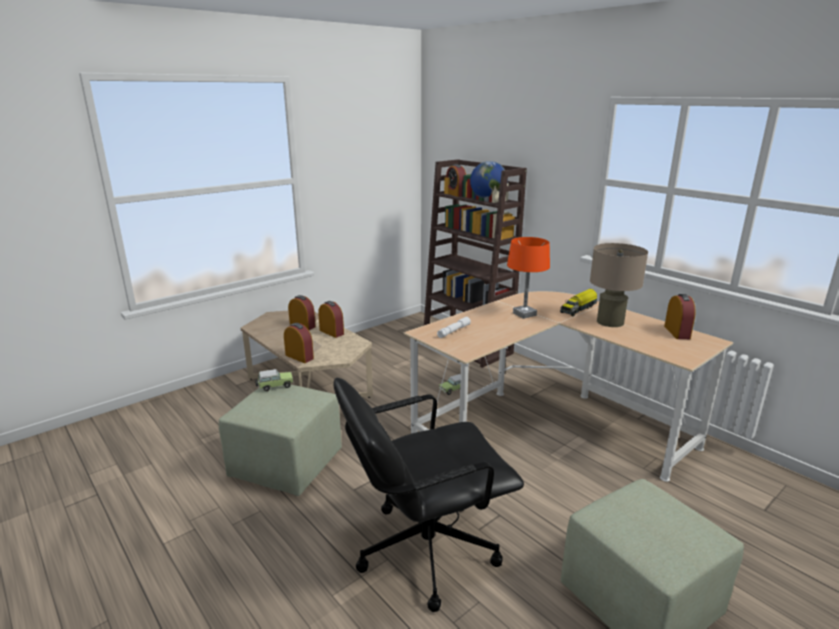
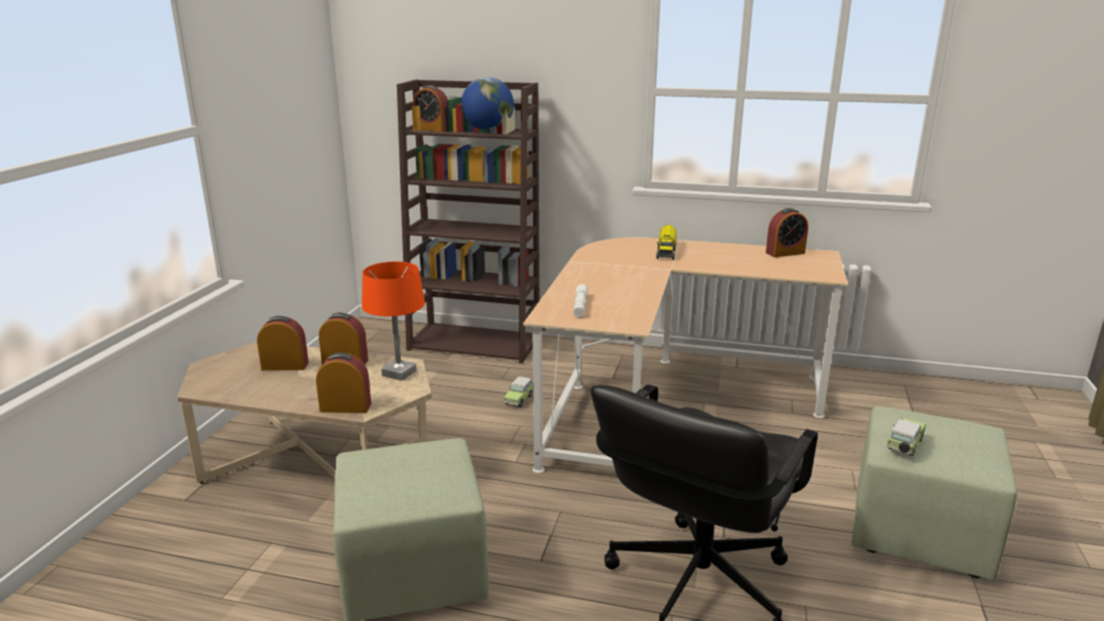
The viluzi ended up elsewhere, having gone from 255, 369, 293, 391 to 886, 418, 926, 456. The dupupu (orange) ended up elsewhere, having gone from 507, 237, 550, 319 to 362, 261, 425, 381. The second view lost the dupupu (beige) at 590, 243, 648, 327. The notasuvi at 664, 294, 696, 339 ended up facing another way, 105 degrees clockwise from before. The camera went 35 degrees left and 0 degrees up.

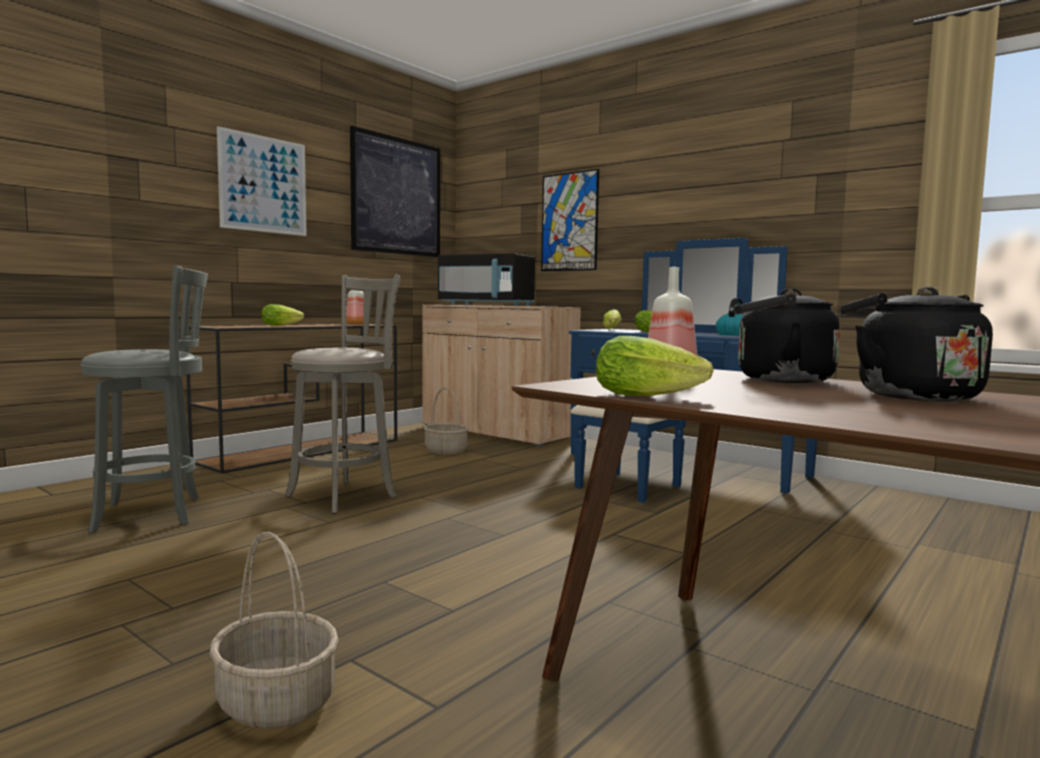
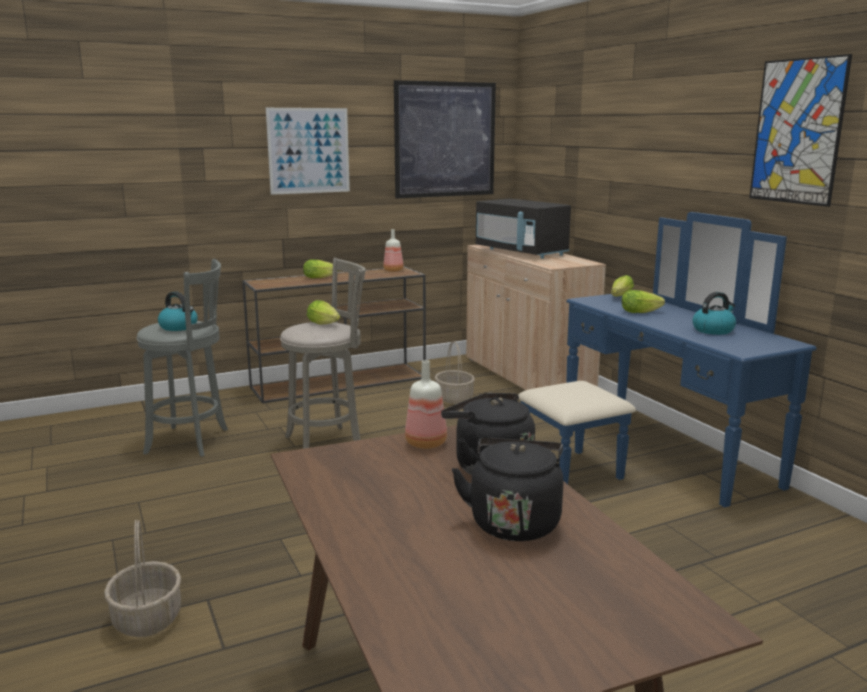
The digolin ended up elsewhere, having gone from 541, 169, 599, 271 to 749, 54, 852, 207. The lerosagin ended up elsewhere, having gone from 596, 336, 714, 396 to 307, 300, 340, 324. The second view gained the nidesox at 158, 291, 198, 331. The camera went 25 degrees right and 10 degrees up.

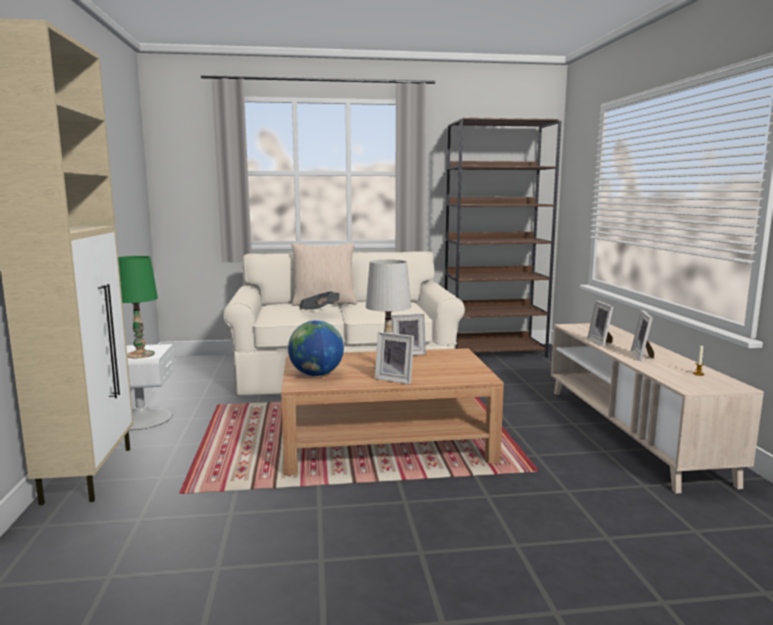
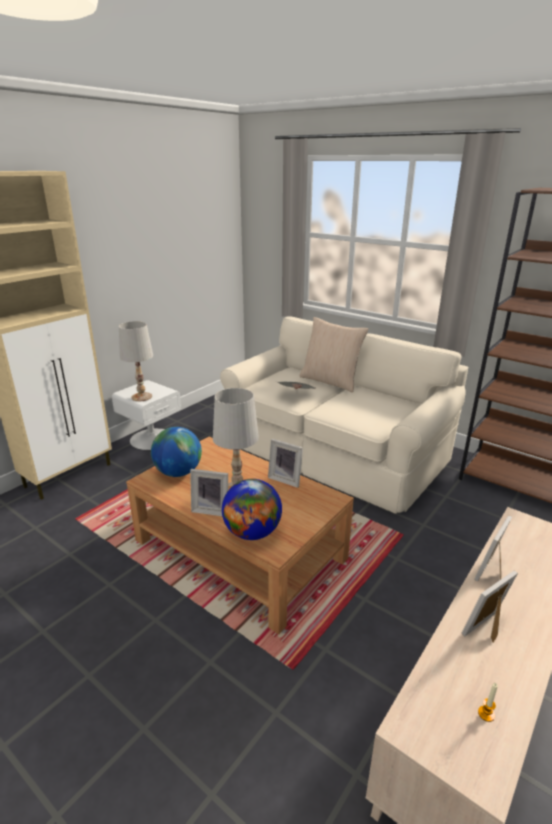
What was the dupupu (green) at 118, 256, 158, 358 turned into the dupupu (white) at 119, 321, 153, 401. The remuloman at 375, 332, 414, 384 ended up facing another way, 60 degrees counterclockwise from before. The second view gained the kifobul at 222, 479, 282, 540. The camera went 45 degrees right and 15 degrees up.

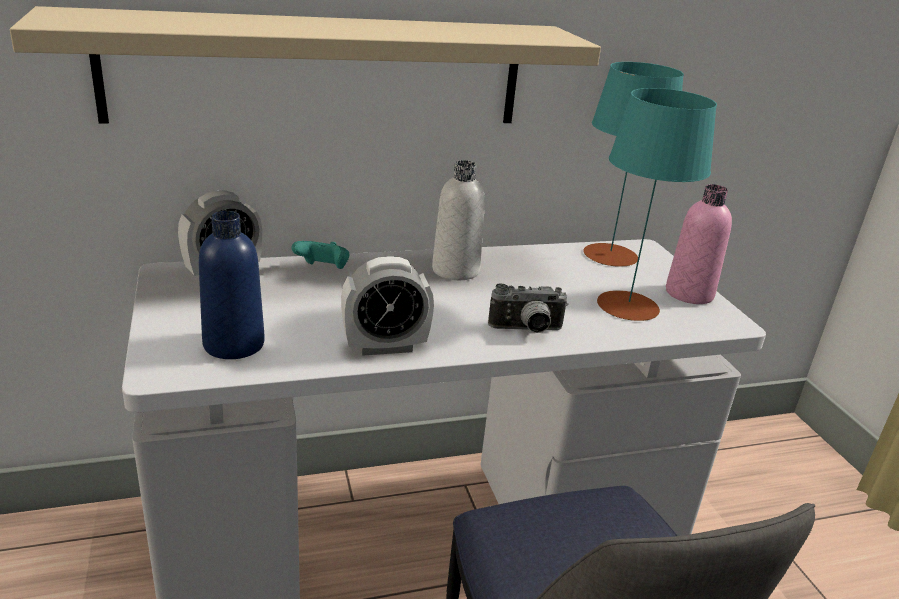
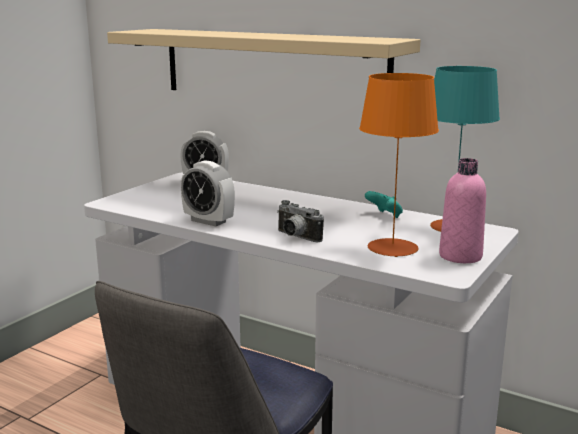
The second view lost the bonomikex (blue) at 199, 211, 265, 359. The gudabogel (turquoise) ended up elsewhere, having gone from 292, 241, 350, 269 to 365, 191, 403, 218. The second view lost the bonomikex (white) at 432, 160, 485, 280. What was the dupupu (turquoise) at 597, 88, 717, 321 turned into the dupupu (orange) at 359, 73, 439, 257. The camera went 50 degrees right and 10 degrees down.

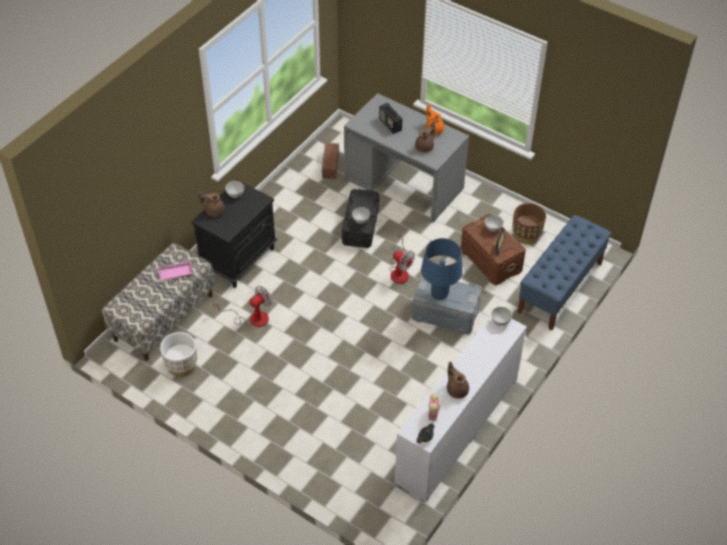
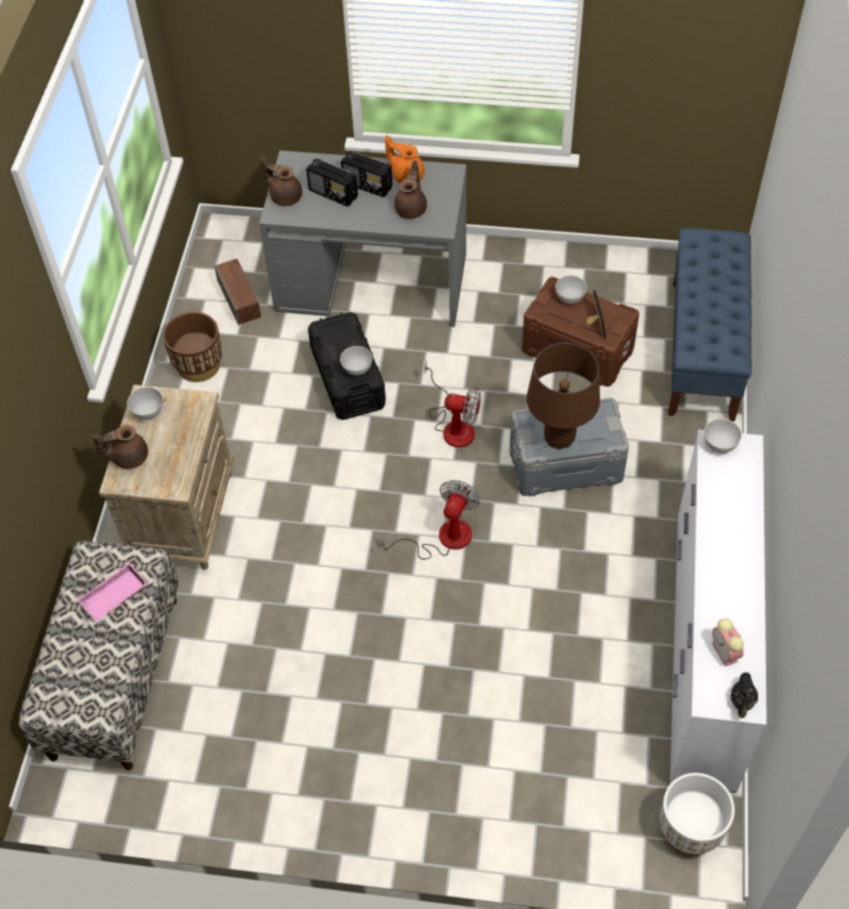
The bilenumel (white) ended up elsewhere, having gone from 160, 332, 197, 377 to 660, 773, 735, 856. What was the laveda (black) at 191, 179, 278, 288 turned into the laveda (beige) at 99, 385, 235, 570. The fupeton ended up elsewhere, having gone from 213, 286, 272, 327 to 376, 480, 480, 559. What was the dupupu (blue) at 421, 238, 463, 300 turned into the dupupu (brown) at 527, 343, 600, 449. The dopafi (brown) ended up elsewhere, having gone from 447, 362, 469, 399 to 261, 156, 302, 206. The bilenumel (brown) ended up elsewhere, having gone from 512, 203, 546, 244 to 163, 312, 222, 382. The second view gained the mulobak at 341, 151, 393, 197. The camera went 25 degrees left and 5 degrees up.

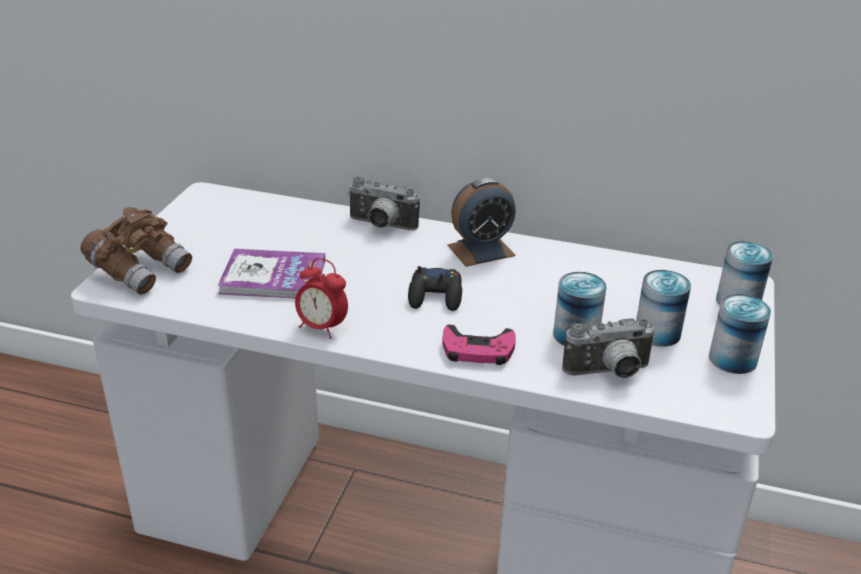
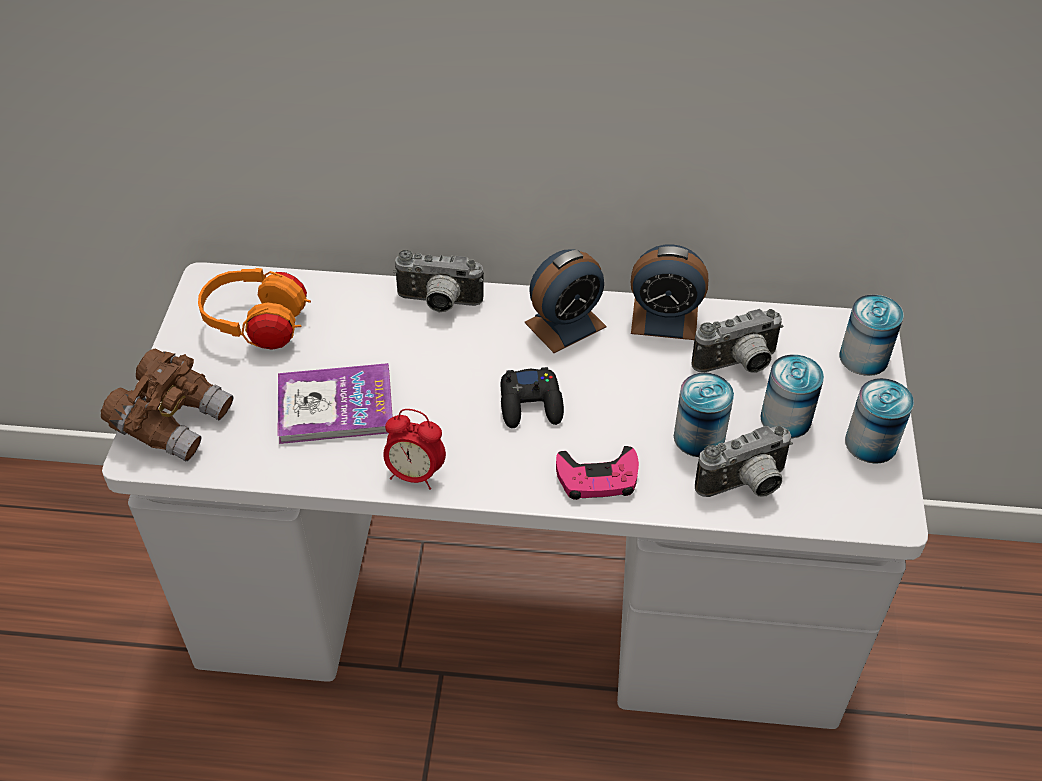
The second view gained the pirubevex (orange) at 198, 268, 311, 350. The second view gained the notasuvi at 631, 245, 708, 340. The second view gained the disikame at 692, 309, 784, 373. The camera went 10 degrees left and 15 degrees up.

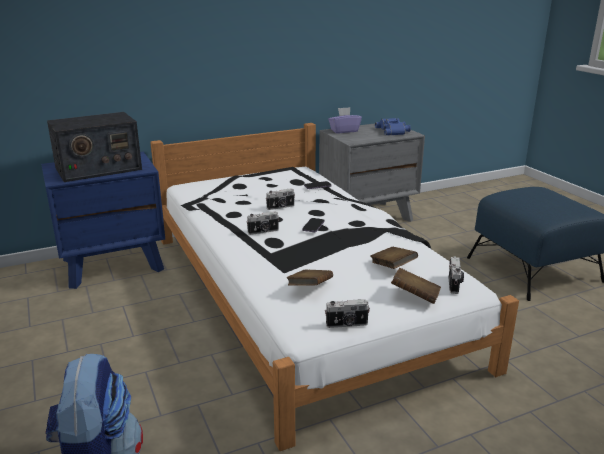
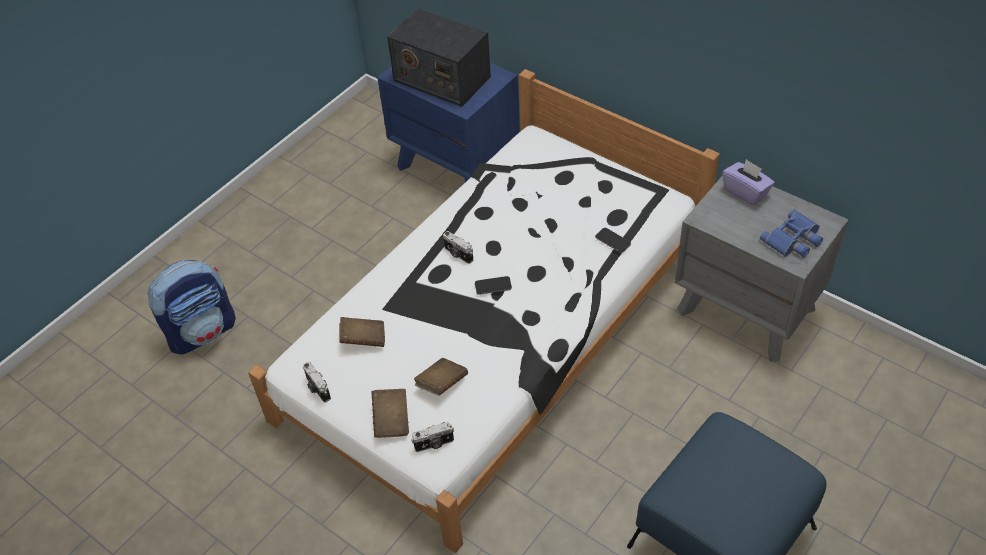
The second view lost the disikame at 266, 188, 295, 210. The camera went 65 degrees right and 25 degrees up.

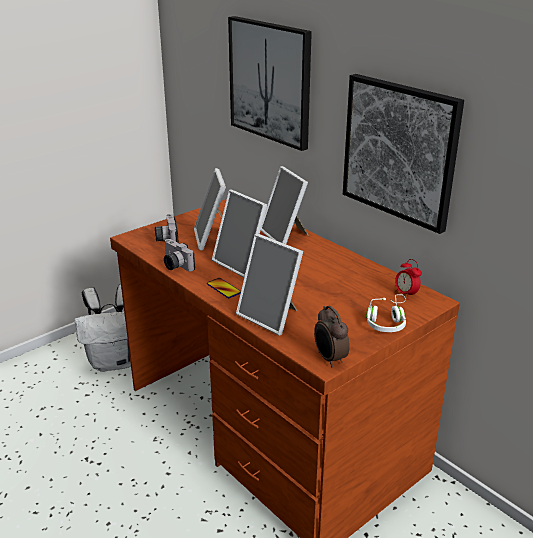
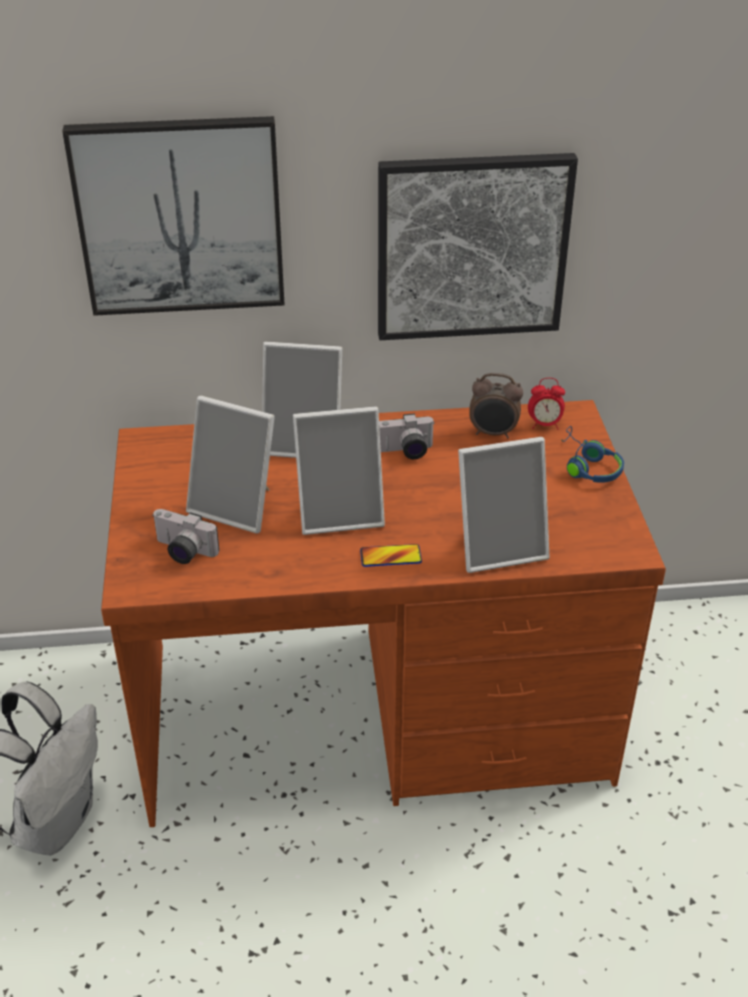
The disikame ended up elsewhere, having gone from 164, 239, 195, 271 to 379, 413, 435, 459. The notasuvi ended up elsewhere, having gone from 314, 305, 350, 367 to 469, 373, 523, 439. What was the pirubevex (white) at 366, 294, 406, 332 turned into the pirubevex (blue) at 561, 426, 624, 483. The camera went 55 degrees left and 10 degrees up.

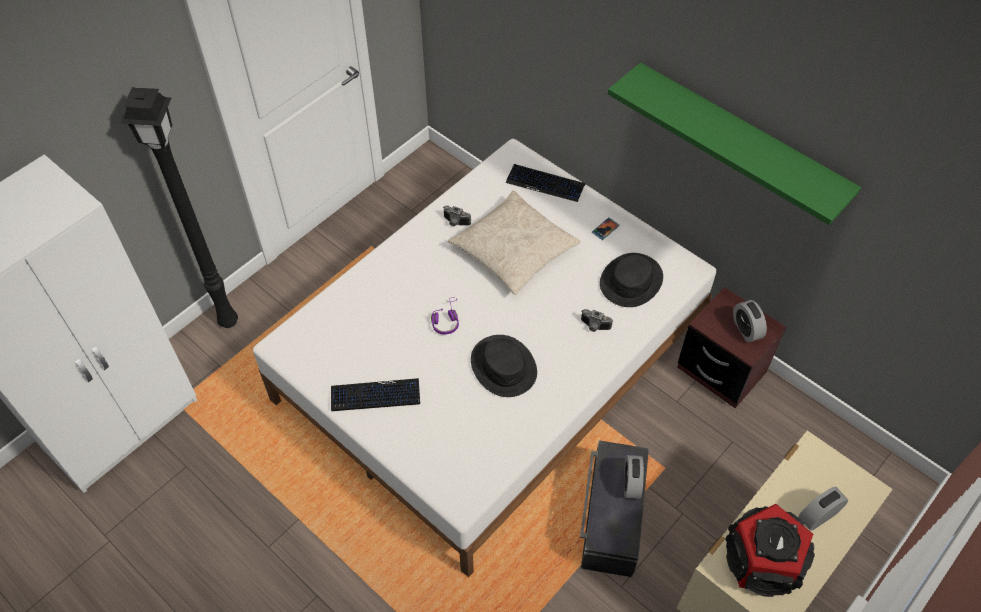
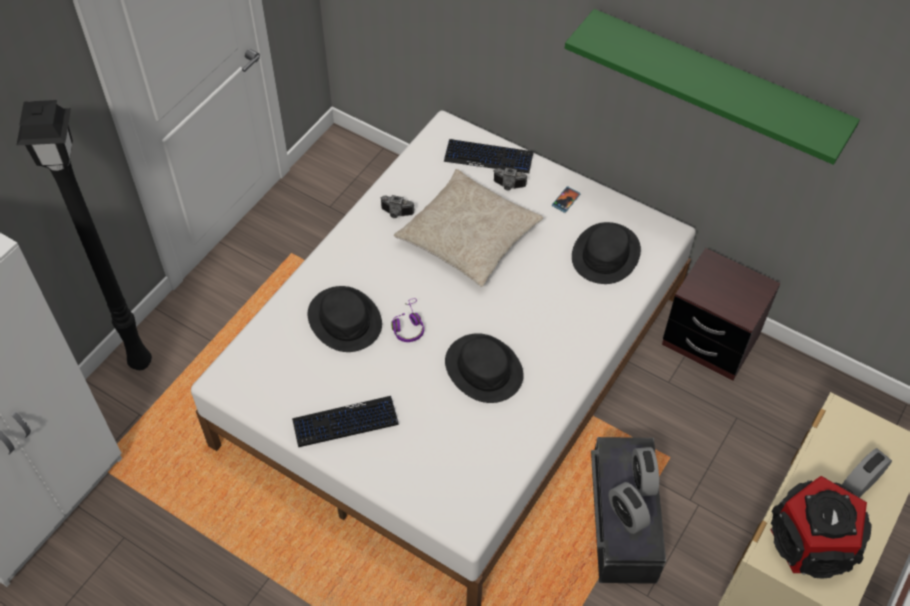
The disikame ended up elsewhere, having gone from 581, 309, 613, 332 to 494, 168, 527, 191. The notasuvi ended up elsewhere, having gone from 733, 300, 767, 342 to 609, 482, 651, 534. The second view gained the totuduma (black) at 308, 286, 382, 352. The camera went 10 degrees left and 0 degrees up.

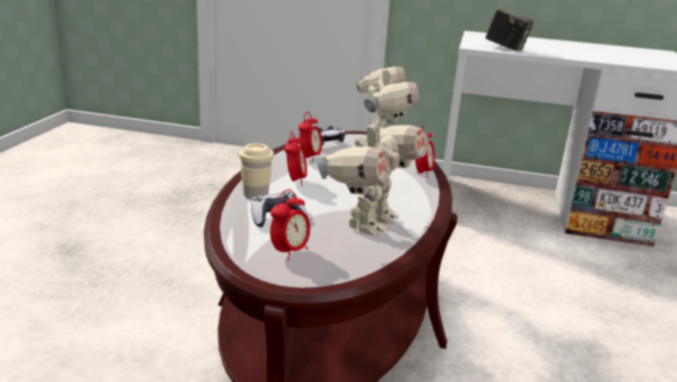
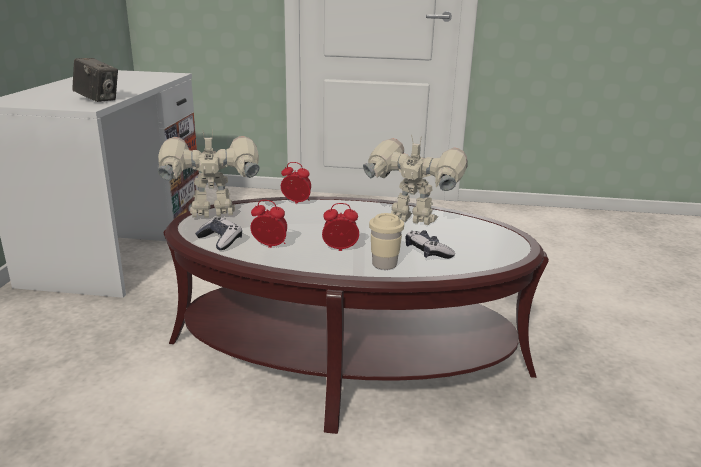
The second view lost the notasuvi at 270, 190, 310, 261. The disikame at 485, 9, 534, 51 ended up facing another way, 90 degrees clockwise from before. The camera went 95 degrees left and 0 degrees up.

